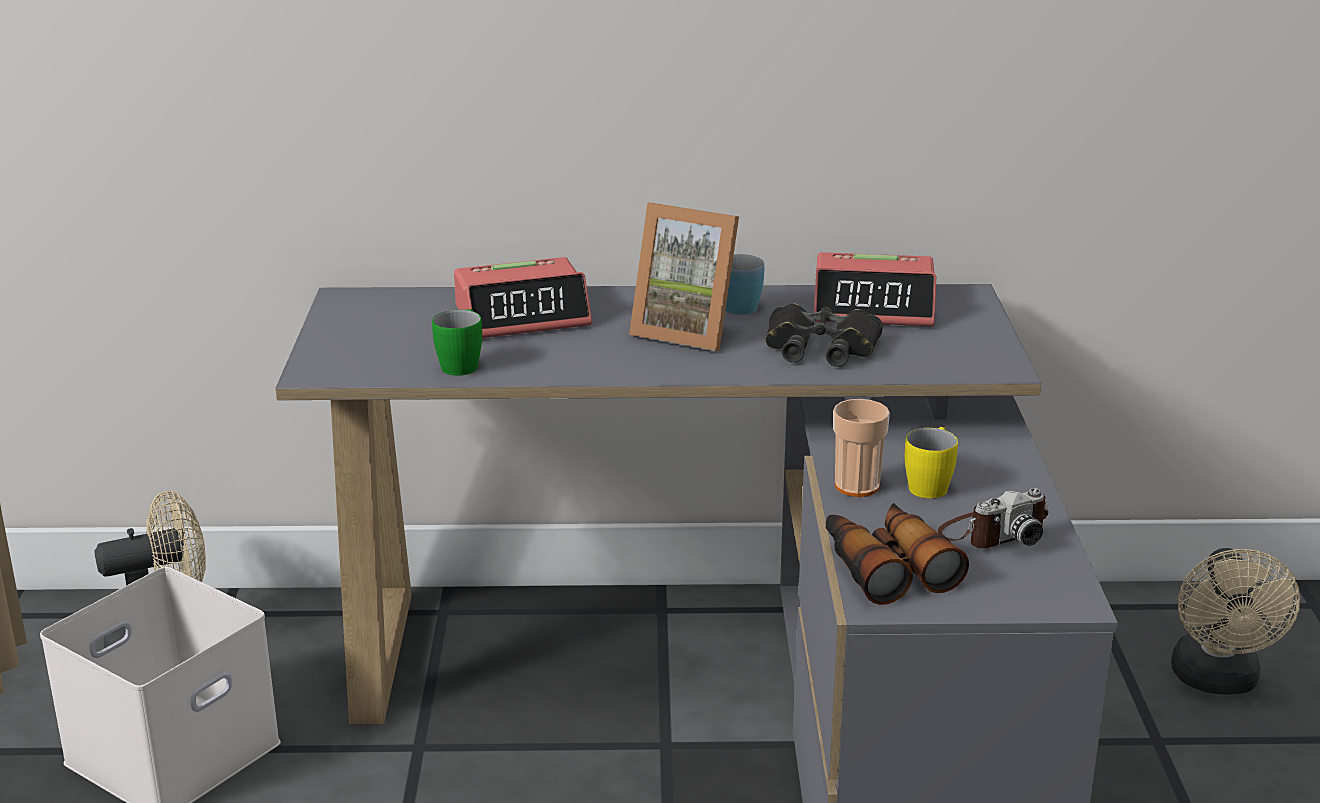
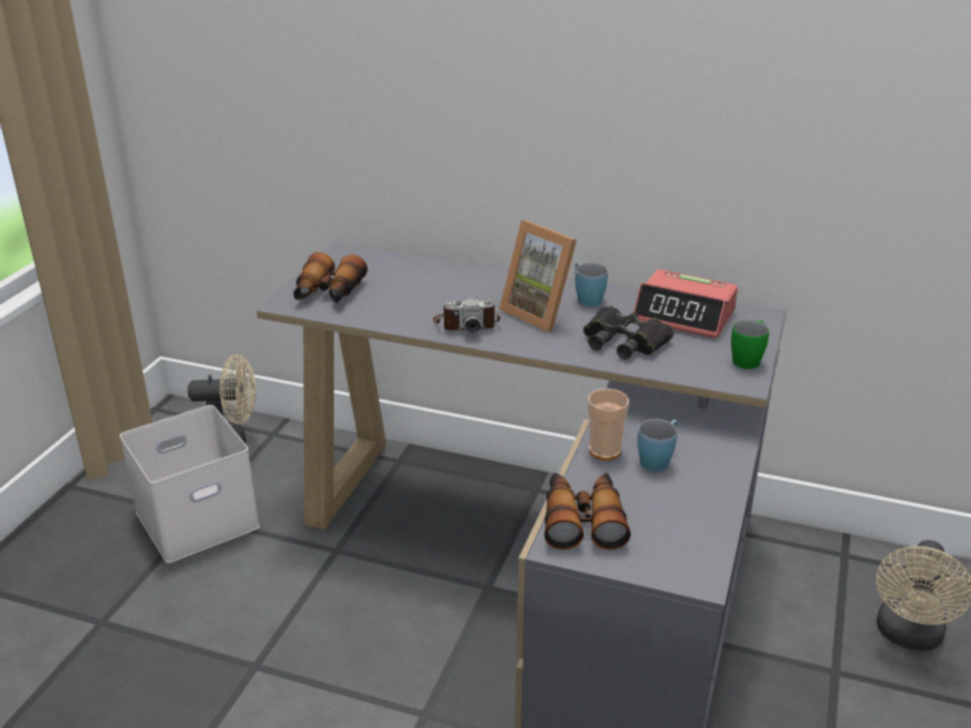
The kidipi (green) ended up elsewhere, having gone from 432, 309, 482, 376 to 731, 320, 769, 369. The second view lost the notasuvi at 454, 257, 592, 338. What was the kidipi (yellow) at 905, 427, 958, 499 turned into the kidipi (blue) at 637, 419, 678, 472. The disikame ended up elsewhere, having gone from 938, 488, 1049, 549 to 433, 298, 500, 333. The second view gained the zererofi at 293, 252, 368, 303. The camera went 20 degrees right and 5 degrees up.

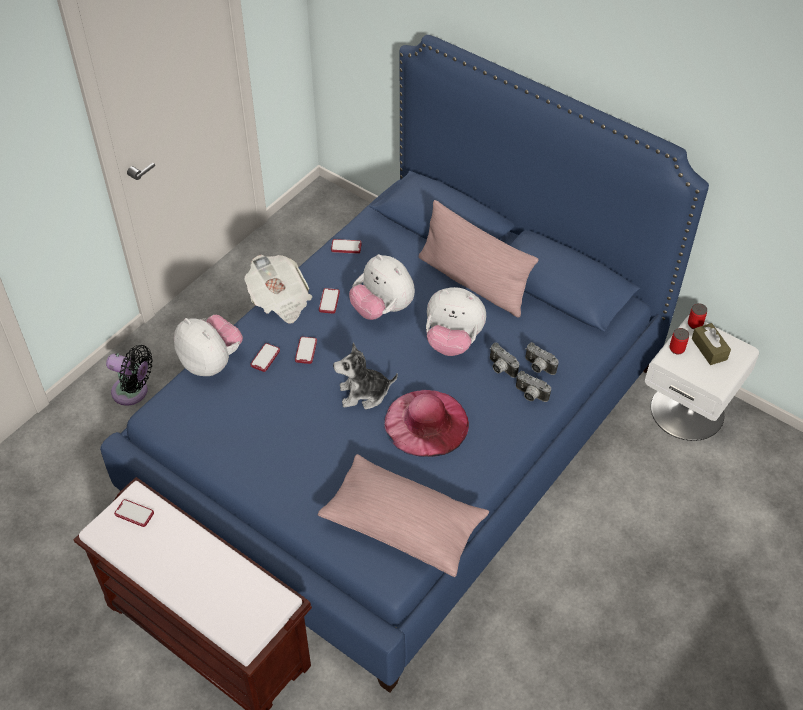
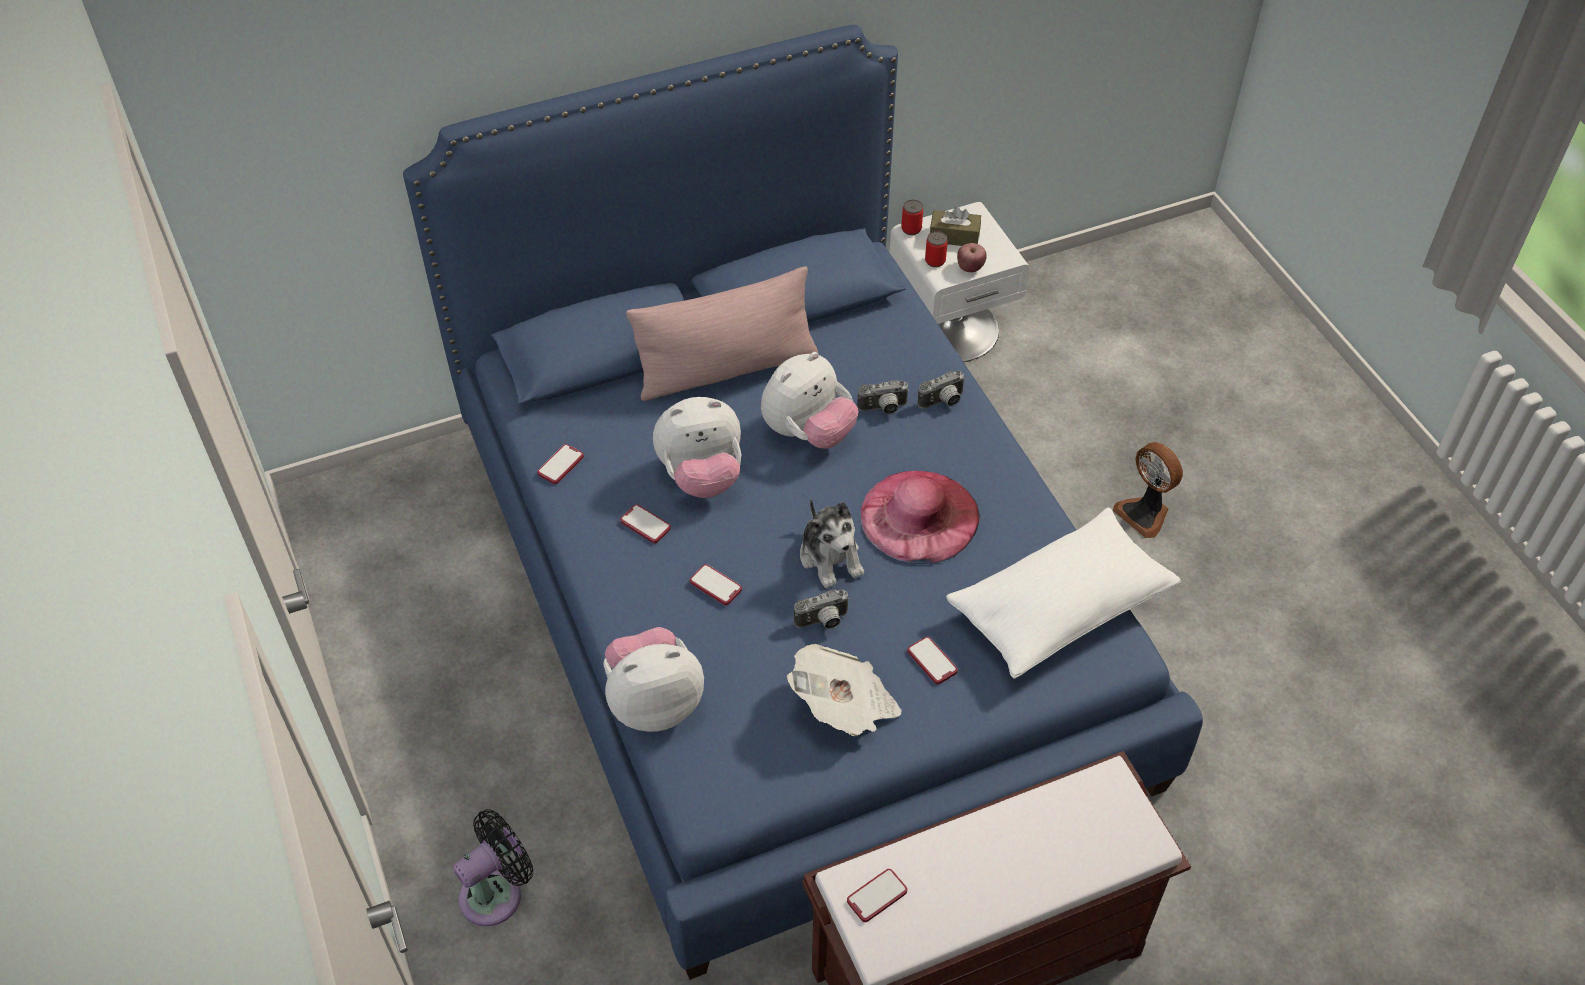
The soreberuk ended up elsewhere, having gone from 244, 255, 312, 324 to 787, 644, 902, 736. The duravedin ended up elsewhere, having gone from 250, 343, 280, 372 to 907, 637, 958, 685. What was the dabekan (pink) at 318, 454, 489, 577 turned into the dabekan (white) at 946, 508, 1181, 679. The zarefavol at 333, 343, 398, 410 ended up facing another way, 45 degrees counterclockwise from before. The disikame ended up elsewhere, having gone from 525, 342, 559, 375 to 794, 589, 850, 629. The second view gained the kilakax at 957, 243, 987, 272. The second view gained the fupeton at 1113, 442, 1183, 538. The camera went 60 degrees left and 0 degrees up.

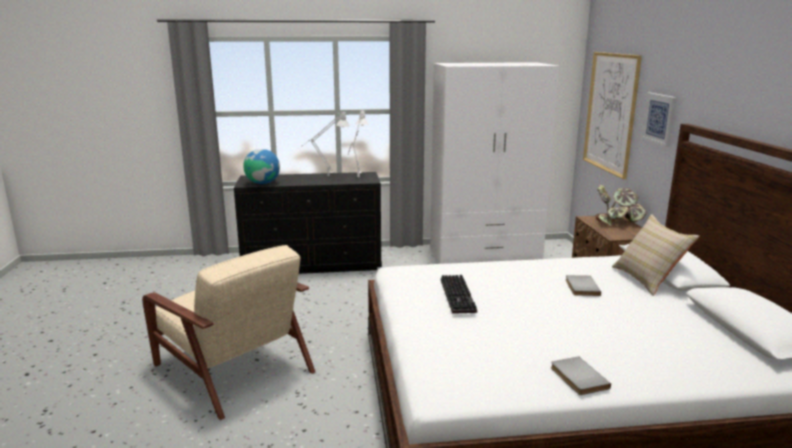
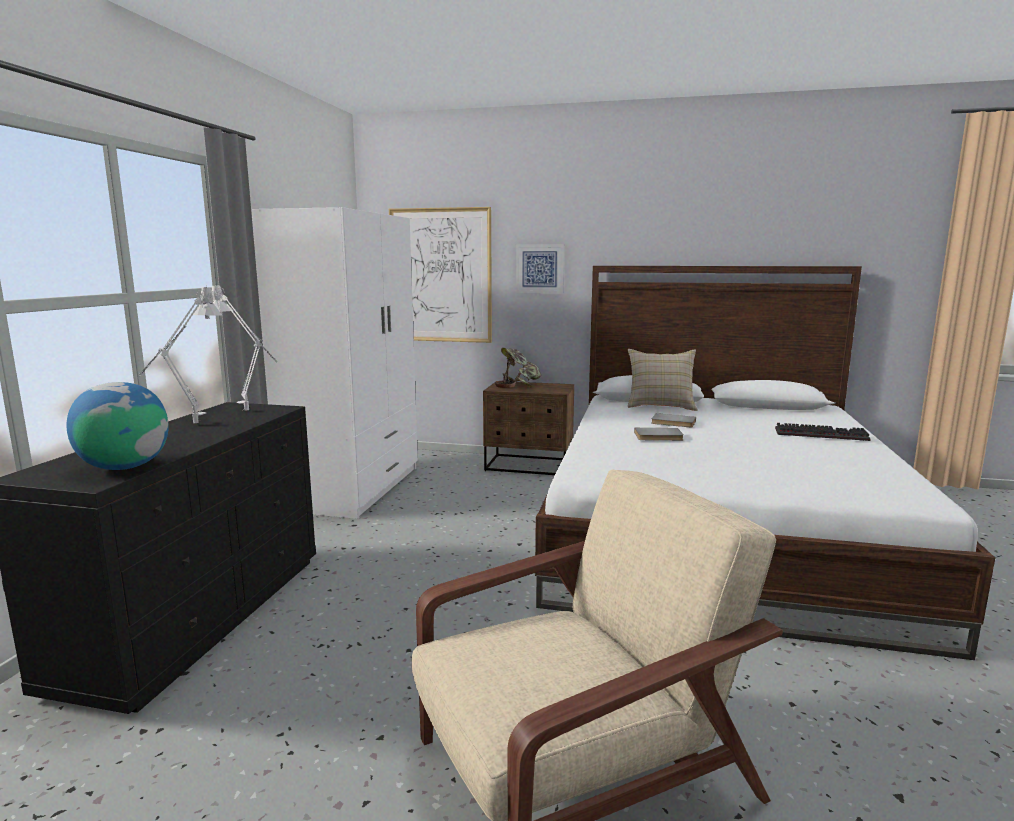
The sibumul ended up elsewhere, having gone from 441, 275, 477, 314 to 775, 423, 871, 441. The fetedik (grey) ended up elsewhere, having gone from 551, 356, 611, 395 to 634, 428, 683, 441. The camera went 70 degrees left and 5 degrees down.

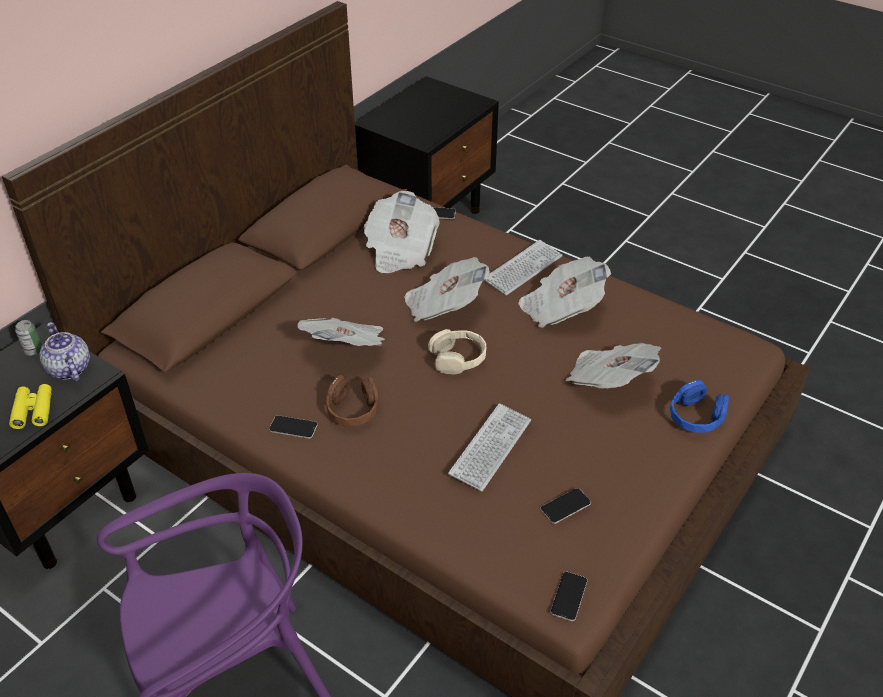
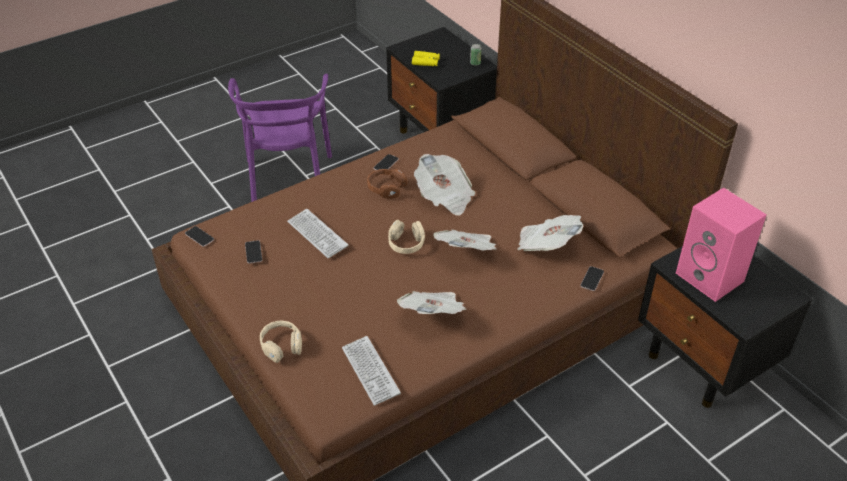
The second view lost the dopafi at 39, 322, 90, 381. The sibumul ended up elsewhere, having gone from 484, 240, 563, 296 to 342, 336, 401, 406. The second view lost the soreberuk at 565, 343, 661, 388. What was the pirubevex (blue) at 670, 380, 729, 433 turned into the pirubevex (beige) at 260, 321, 302, 363. The second view gained the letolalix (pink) at 676, 188, 767, 302. The camera went 110 degrees right and 0 degrees up.

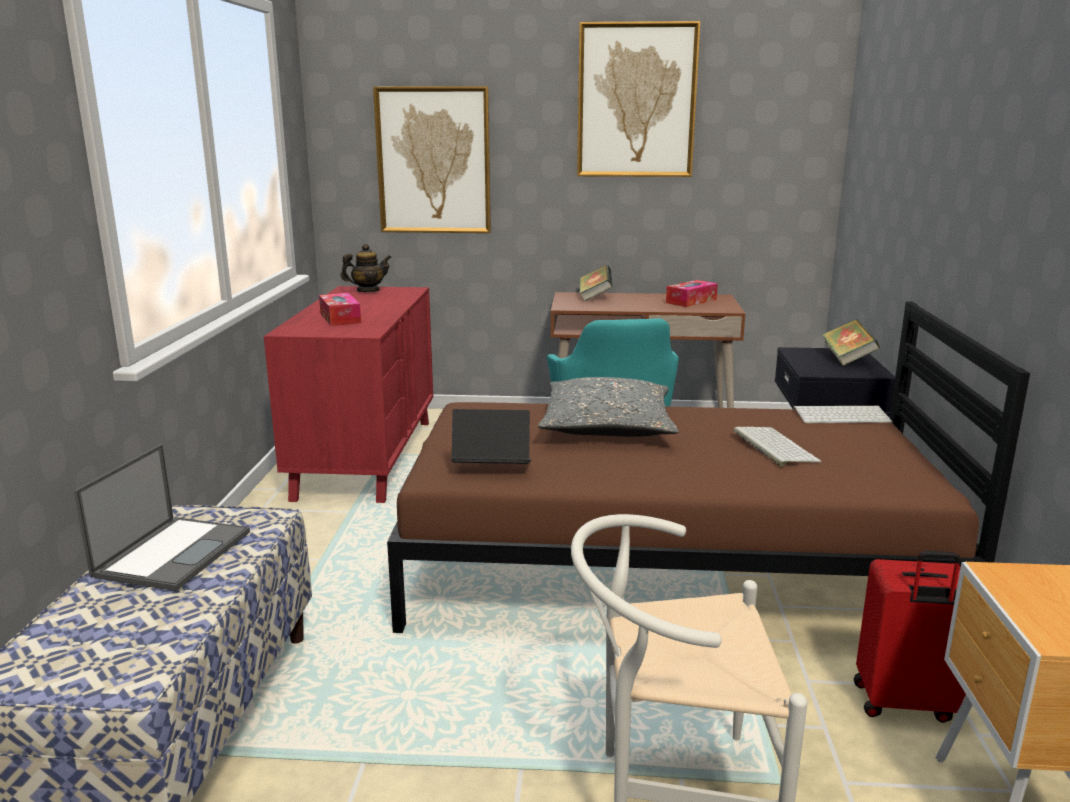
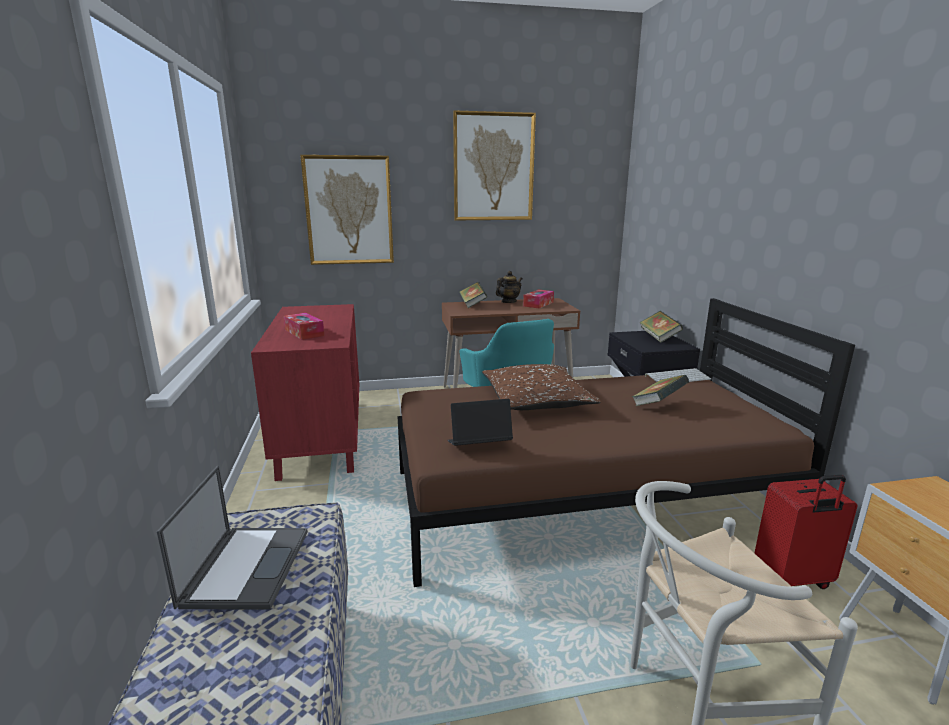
The dopafi ended up elsewhere, having gone from 341, 244, 392, 292 to 496, 271, 523, 303. What was the dabekan (grey) at 538, 377, 679, 437 turned into the dabekan (brown) at 482, 364, 601, 410. Where the sibumul stood at 733, 427, 822, 467, the fetedik came to stand at 632, 375, 689, 406. The camera went 15 degrees left and 0 degrees up.

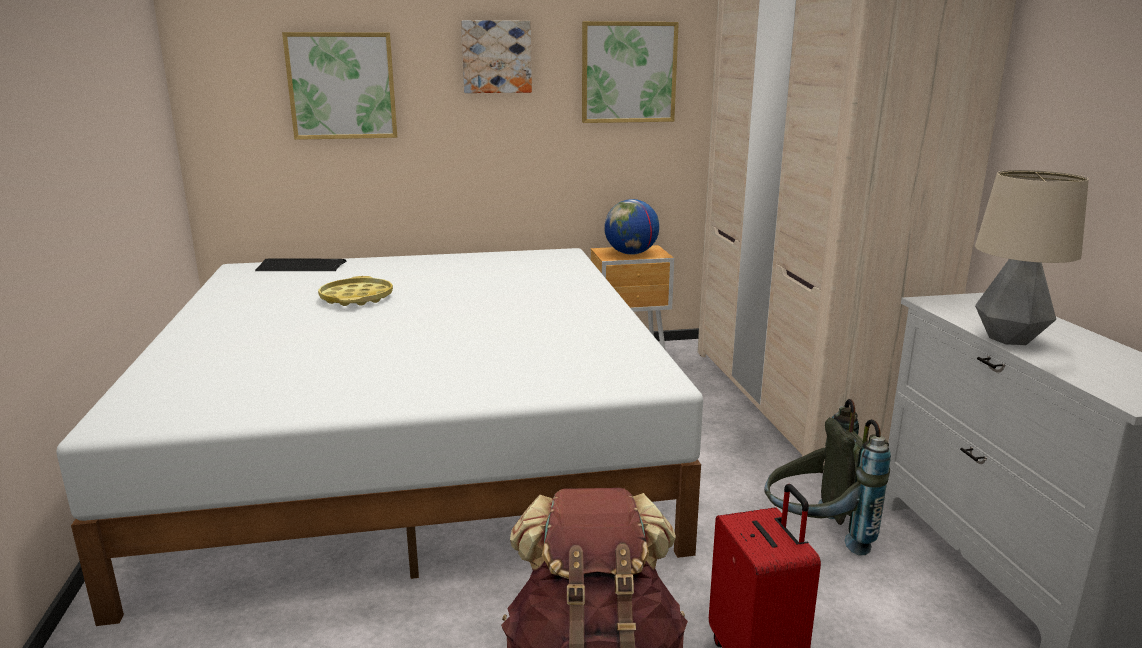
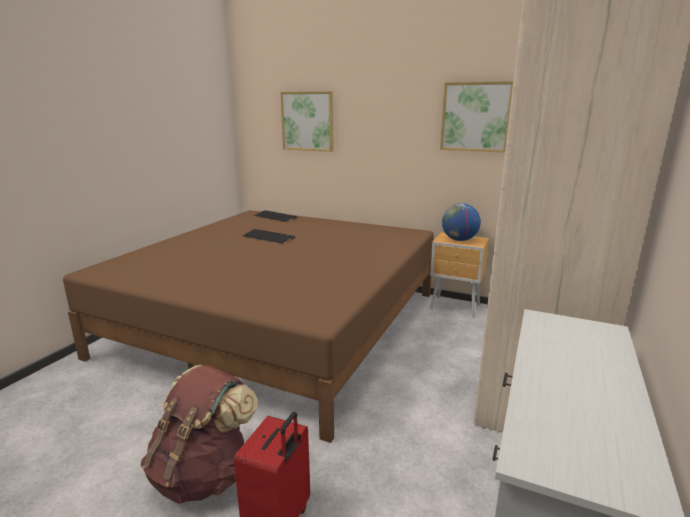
What was the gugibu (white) at 56, 248, 703, 626 turned into the gugibu (brown) at 63, 210, 434, 443. Where the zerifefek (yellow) stood at 318, 276, 393, 306, the sibumul came to stand at 243, 229, 295, 244. The second view lost the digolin at 461, 20, 532, 93. The second view lost the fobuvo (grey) at 764, 399, 891, 555. The second view lost the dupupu at 975, 170, 1089, 345. The camera went 35 degrees right and 0 degrees up.

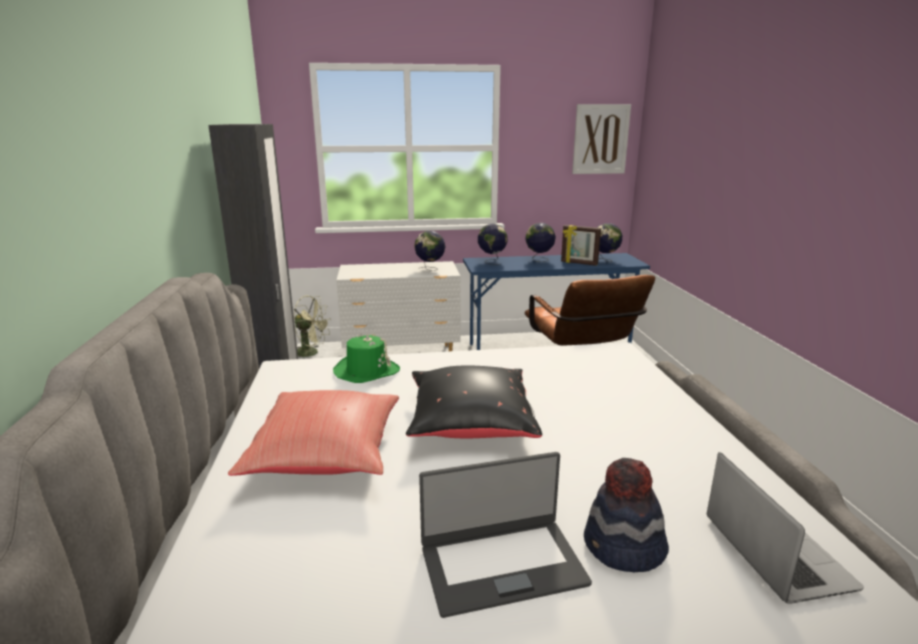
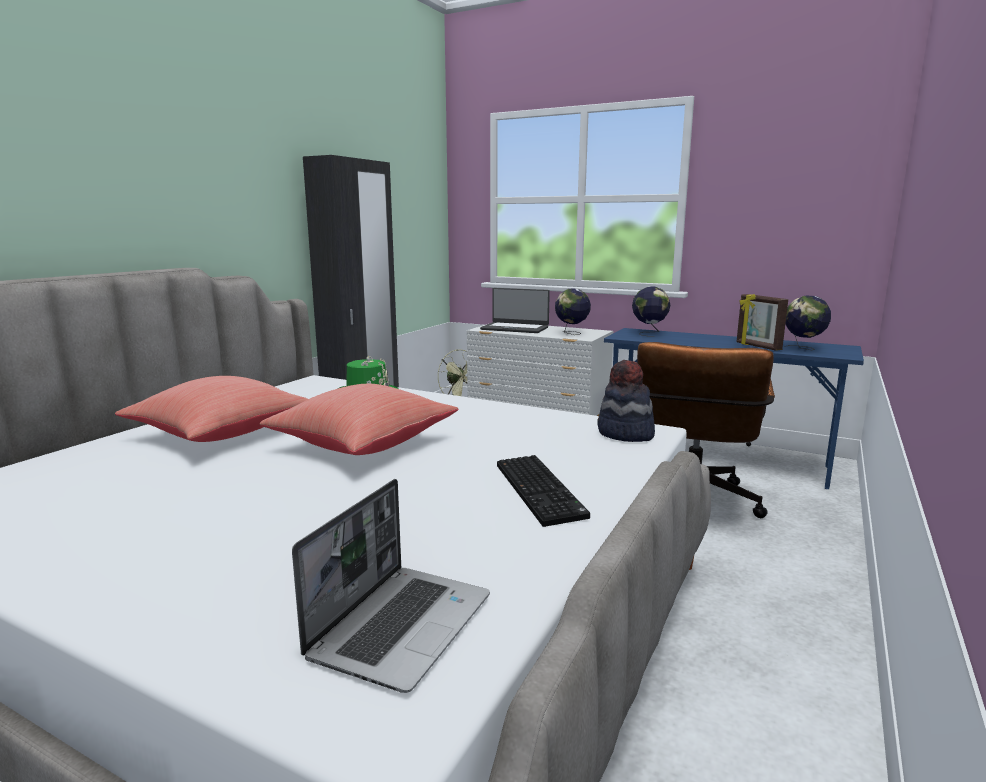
What was the dabekan (black) at 406, 365, 542, 438 turned into the dabekan (red) at 260, 384, 458, 455. The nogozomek ended up elsewhere, having gone from 419, 452, 592, 618 to 480, 288, 550, 333. The second view lost the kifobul at 525, 223, 556, 262. The second view lost the digolin at 572, 104, 631, 174. The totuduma ended up elsewhere, having gone from 584, 458, 669, 572 to 598, 360, 655, 442. The second view gained the sibumul at 497, 455, 590, 527. The camera went 35 degrees right and 5 degrees down.

